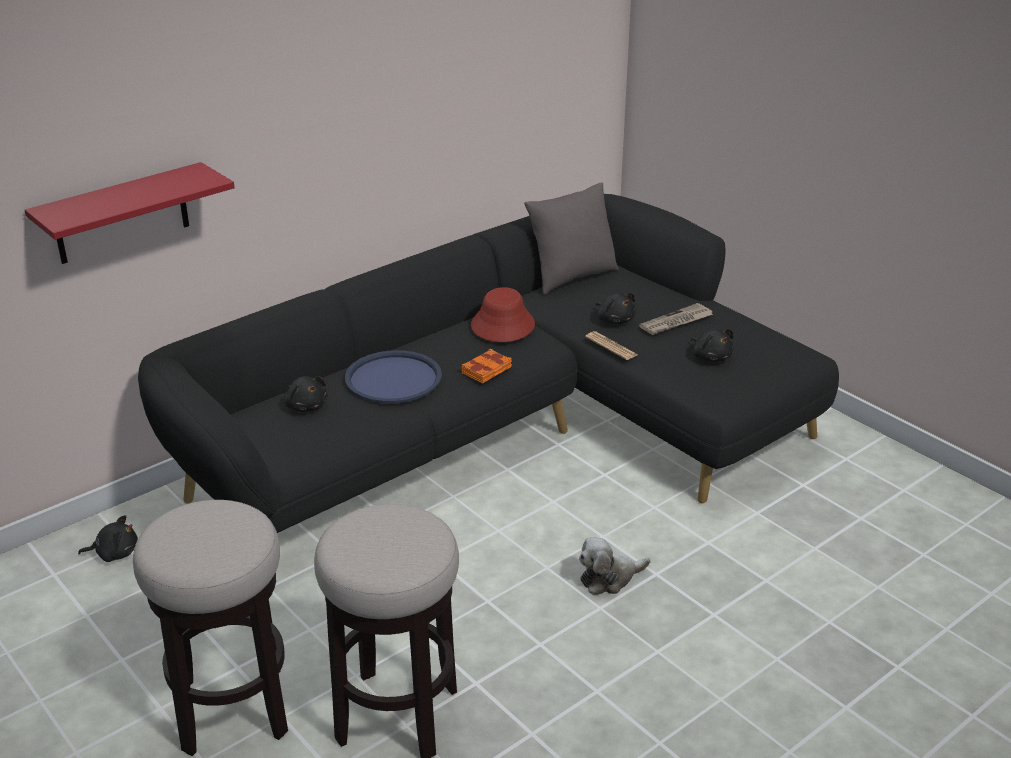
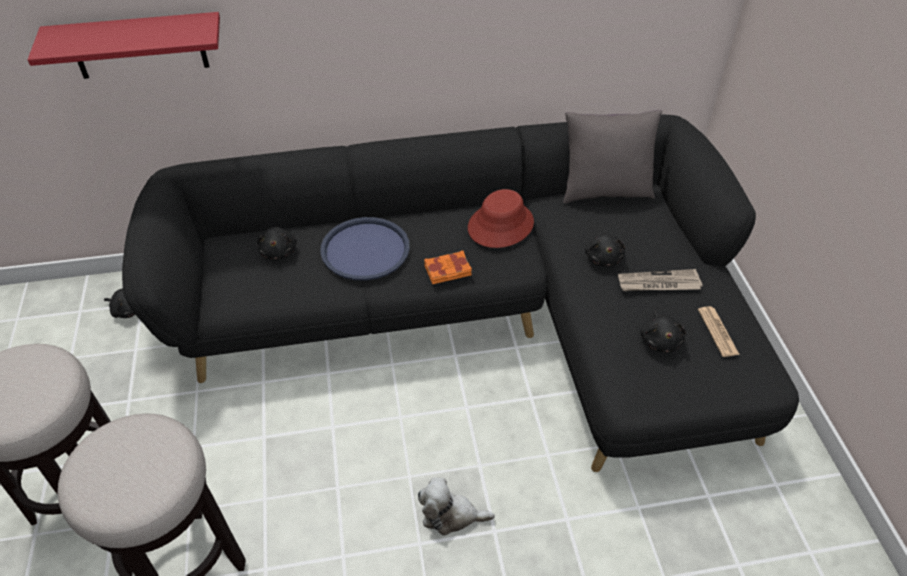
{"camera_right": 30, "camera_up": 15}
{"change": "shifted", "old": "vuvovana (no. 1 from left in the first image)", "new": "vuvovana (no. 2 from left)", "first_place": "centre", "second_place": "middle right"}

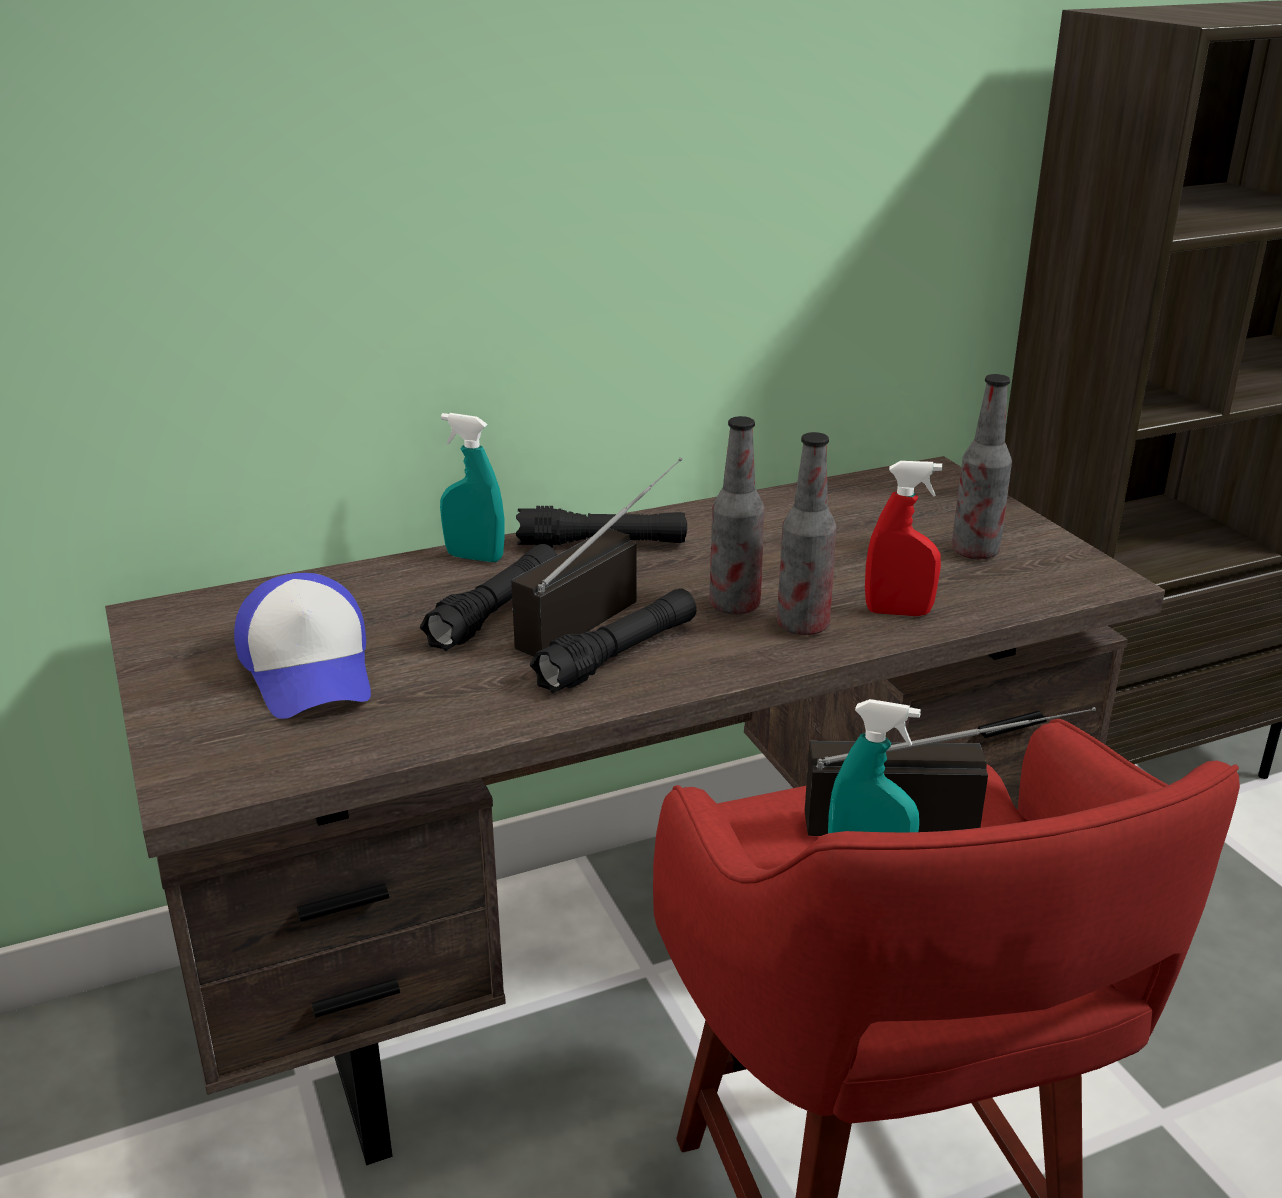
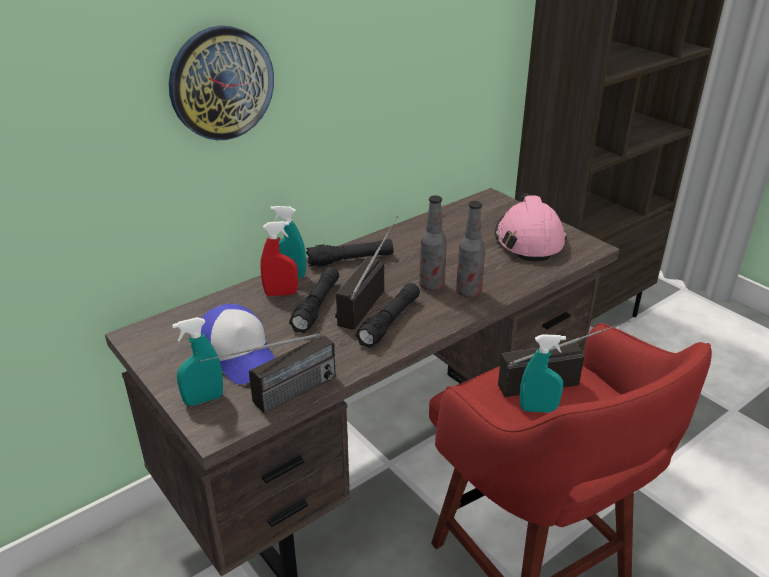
{"camera_right": -15, "camera_up": 5}
{"change": "new", "new": "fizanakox", "second_place": "top left"}
{"change": "new", "new": "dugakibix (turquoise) (no. 1 from left)", "second_place": "middle left"}
{"change": "new", "new": "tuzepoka (no. 1 from left)", "second_place": "centre"}
{"change": "shifted", "old": "dugakibix (red)", "first_place": "middle right", "second_place": "centre"}
{"change": "swapped", "old": "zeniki (no. 3 from left)", "new": "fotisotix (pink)", "first_place": "middle right", "second_place": "middle right"}

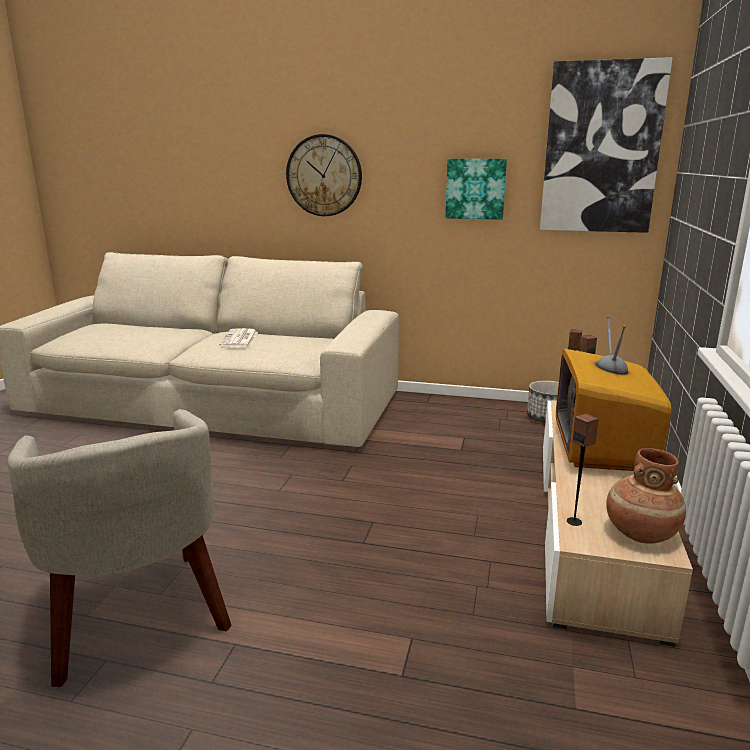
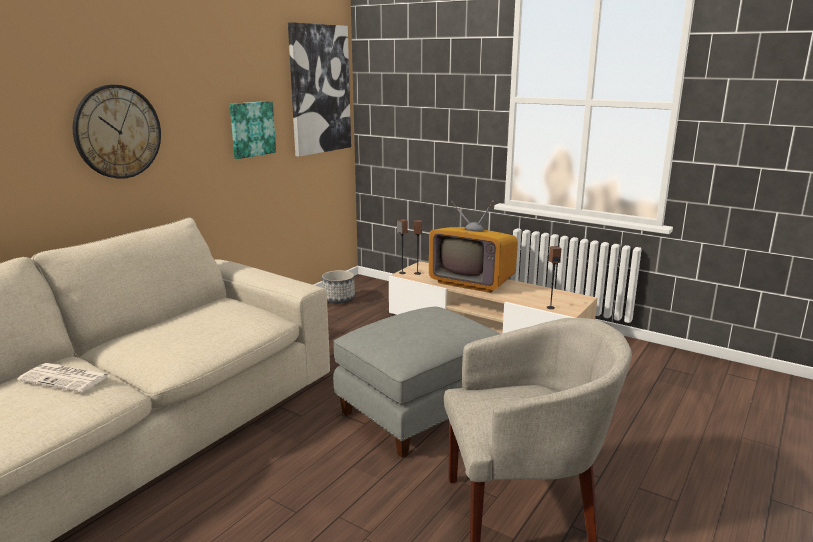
{"camera_right": -70, "camera_up": 0}
{"change": "shifted", "old": "vuvovana", "first_place": "middle left", "second_place": "bottom left"}
{"change": "new", "new": "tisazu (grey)", "second_place": "bottom centre"}
{"change": "gone", "old": "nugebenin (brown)", "first_place": "middle right"}

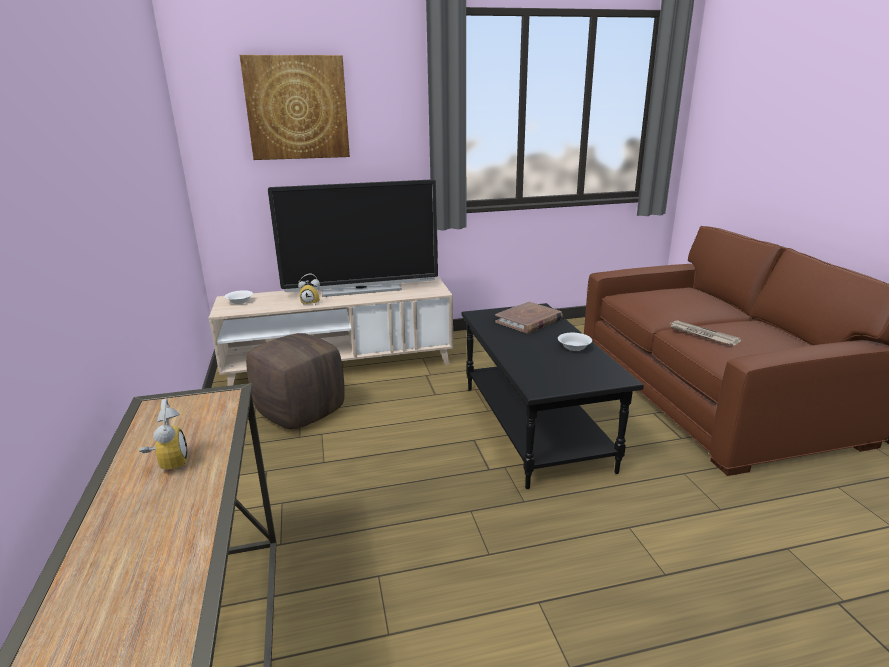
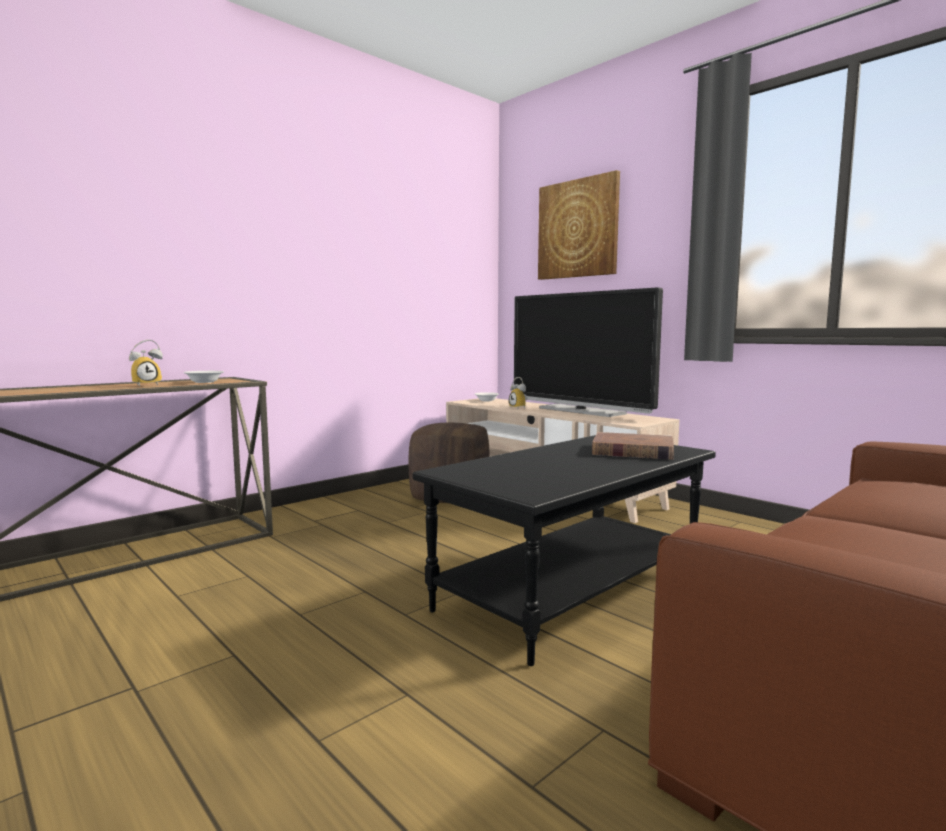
{"camera_right": 60, "camera_up": -15}
{"change": "shifted", "old": "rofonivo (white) (no. 2 from left in the first image)", "new": "rofonivo (white) (no. 1 from left)", "first_place": "centre", "second_place": "middle left"}
{"change": "gone", "old": "vuvovana", "first_place": "middle right"}

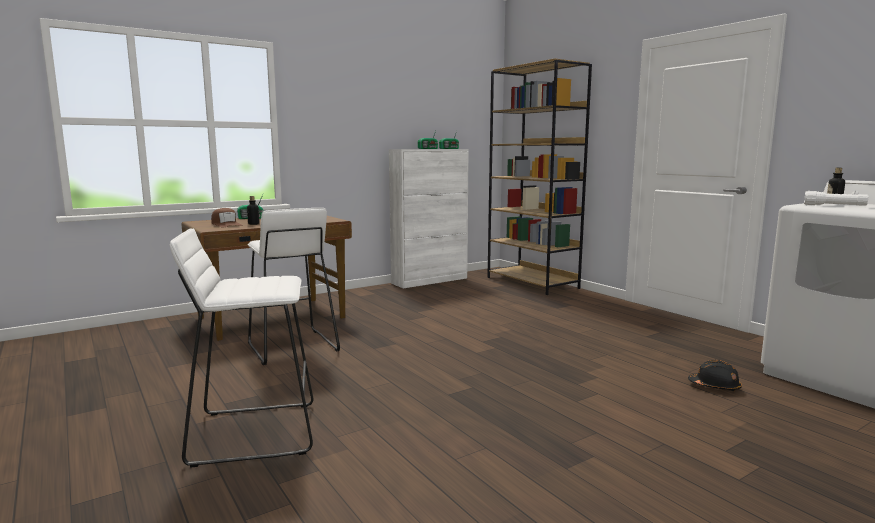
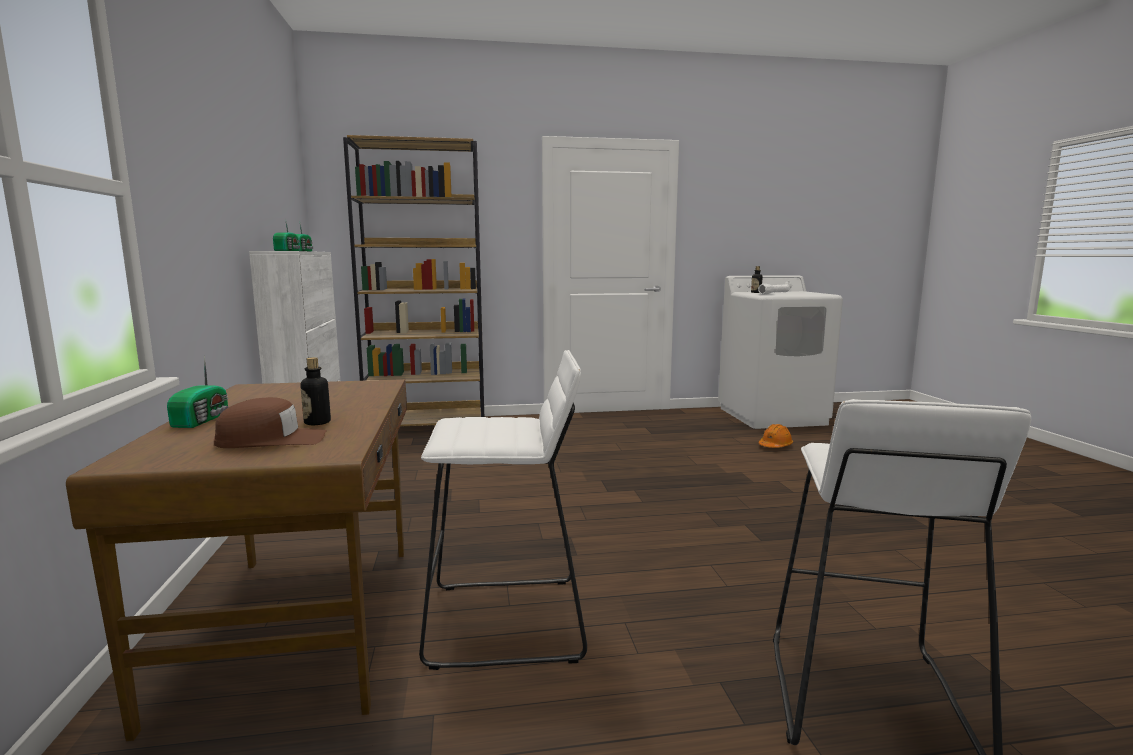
{"camera_right": -65, "camera_up": 0}
{"change": "repainted", "old": "fotisotix (black)", "new": "fotisotix (orange)", "first_place": "bottom right", "second_place": "middle right"}

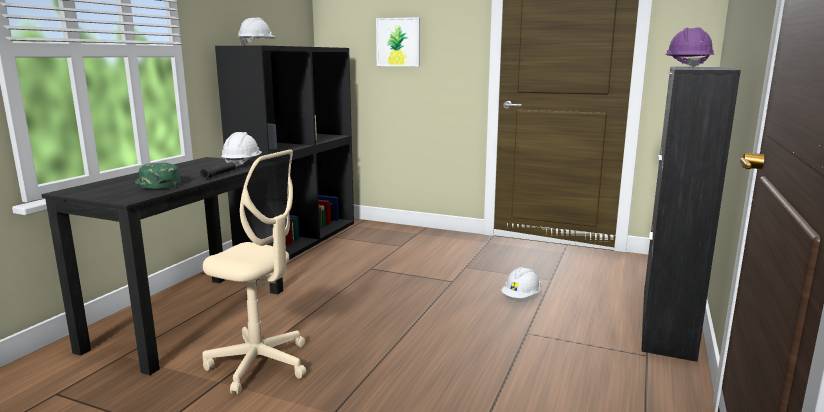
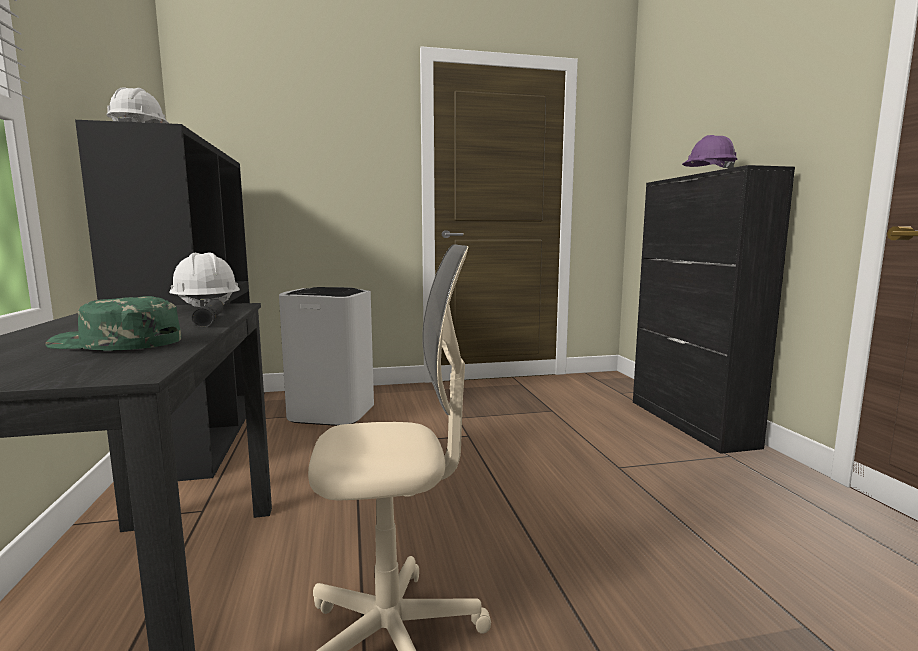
{"camera_right": -35, "camera_up": -5}
{"change": "new", "new": "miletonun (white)", "second_place": "centre"}
{"change": "gone", "old": "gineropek", "first_place": "top centre"}
{"change": "gone", "old": "fotisotix (white) (no. 3 from left)", "first_place": "bottom centre"}

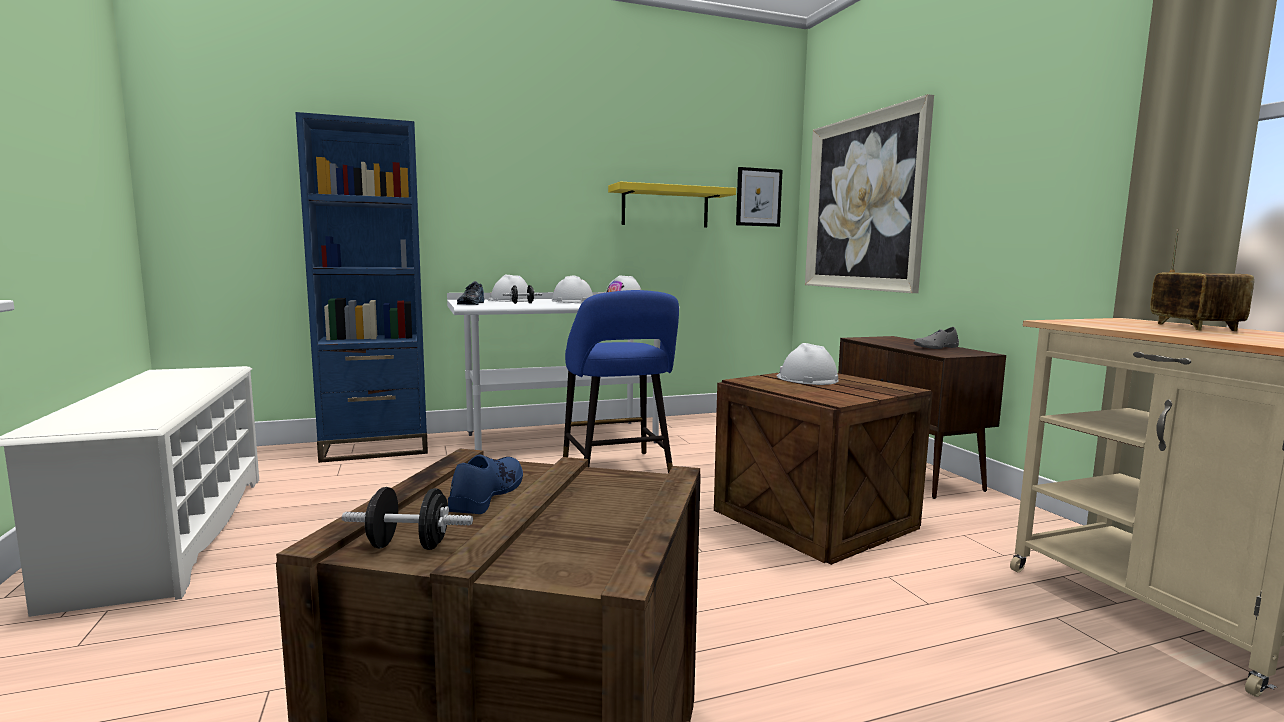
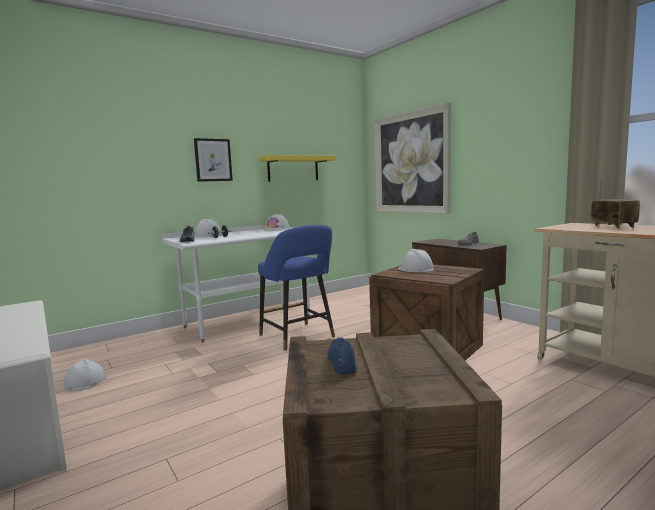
{"camera_right": -15, "camera_up": 0}
{"change": "shifted", "old": "fotisotix (white) (no. 2 from left in the first image)", "new": "fotisotix (white) (no. 1 from left)", "first_place": "centre", "second_place": "bottom left"}
{"change": "shifted", "old": "gineropek (no. 1 from left)", "first_place": "top centre", "second_place": "top left"}
{"change": "gone", "old": "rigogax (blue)", "first_place": "middle left"}
{"change": "gone", "old": "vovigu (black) (no. 1 from left)", "first_place": "bottom left"}

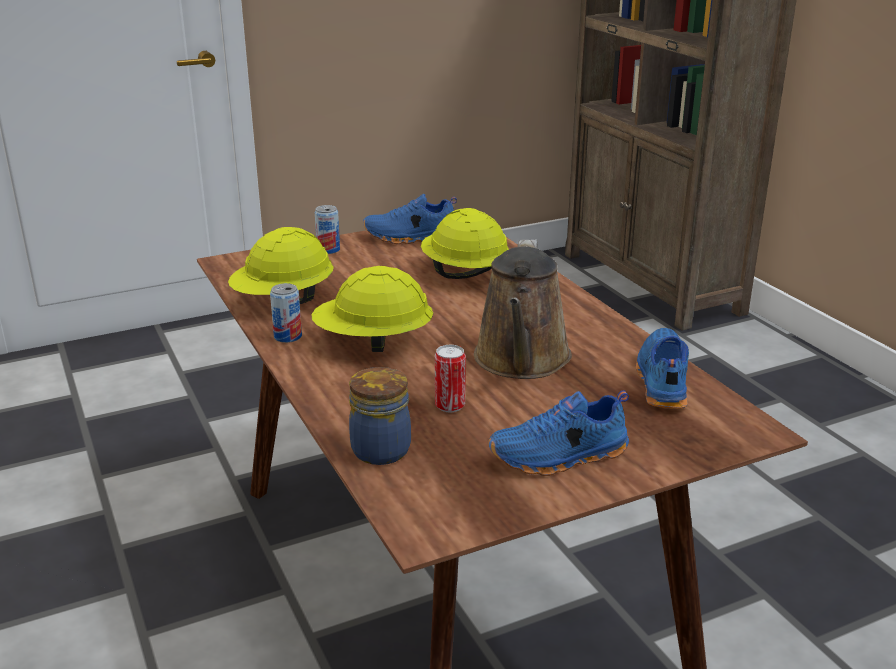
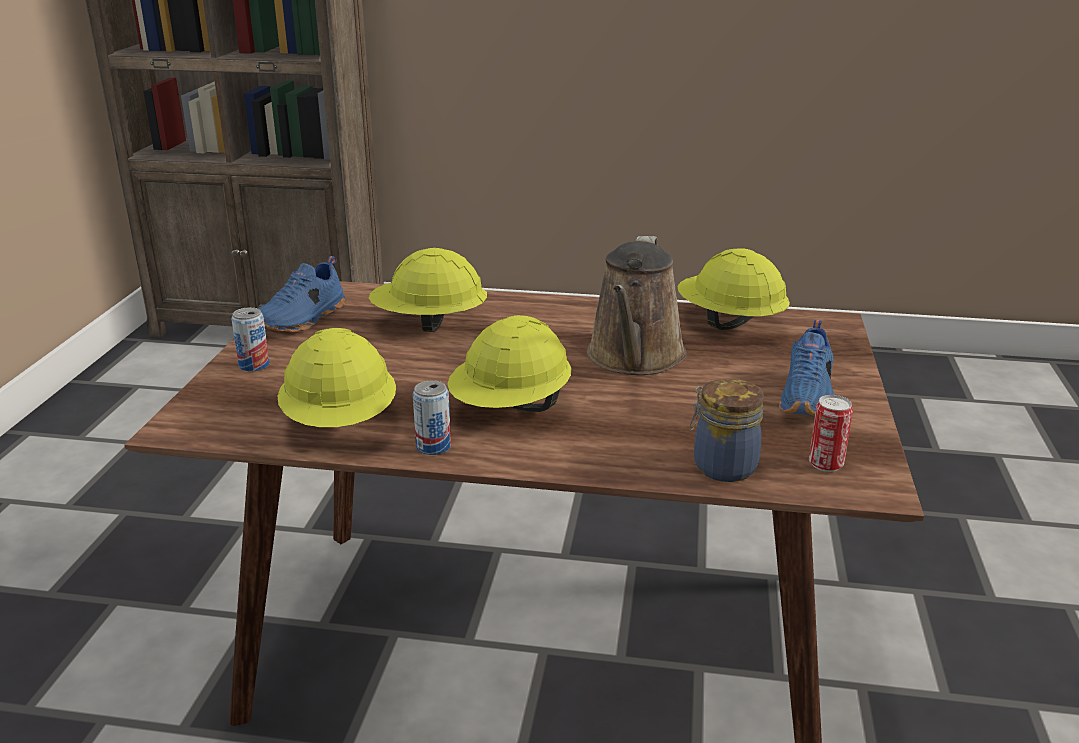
{"camera_right": -55, "camera_up": 0}
{"change": "rotated", "old": "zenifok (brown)", "first_place": "centre", "second_place": "centre", "degrees": 60}
{"change": "swapped", "old": "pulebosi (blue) (no. 3 from left)", "new": "fotisotix (yellow) (no. 4 from left)", "first_place": "middle right", "second_place": "middle right"}
{"change": "shifted", "old": "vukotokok (no. 3 from left)", "first_place": "centre", "second_place": "middle right"}

